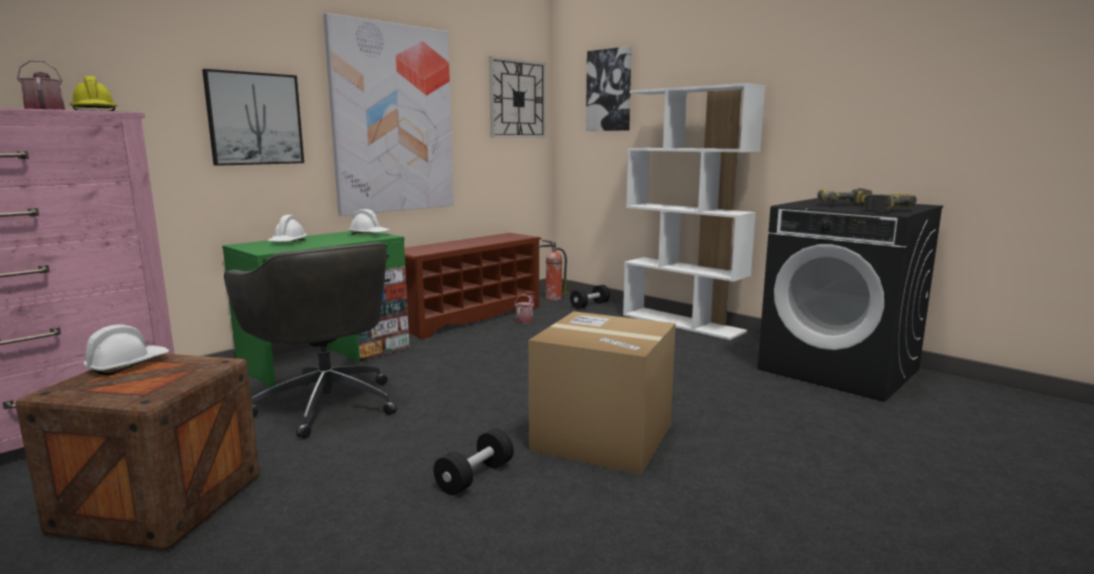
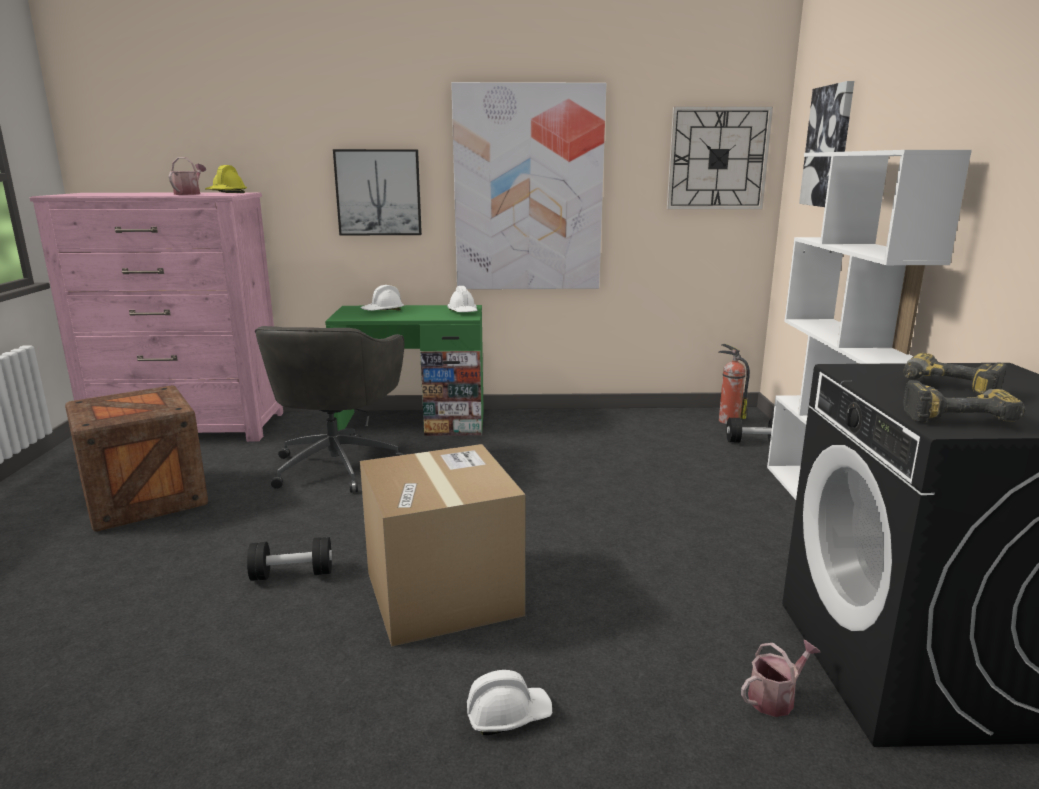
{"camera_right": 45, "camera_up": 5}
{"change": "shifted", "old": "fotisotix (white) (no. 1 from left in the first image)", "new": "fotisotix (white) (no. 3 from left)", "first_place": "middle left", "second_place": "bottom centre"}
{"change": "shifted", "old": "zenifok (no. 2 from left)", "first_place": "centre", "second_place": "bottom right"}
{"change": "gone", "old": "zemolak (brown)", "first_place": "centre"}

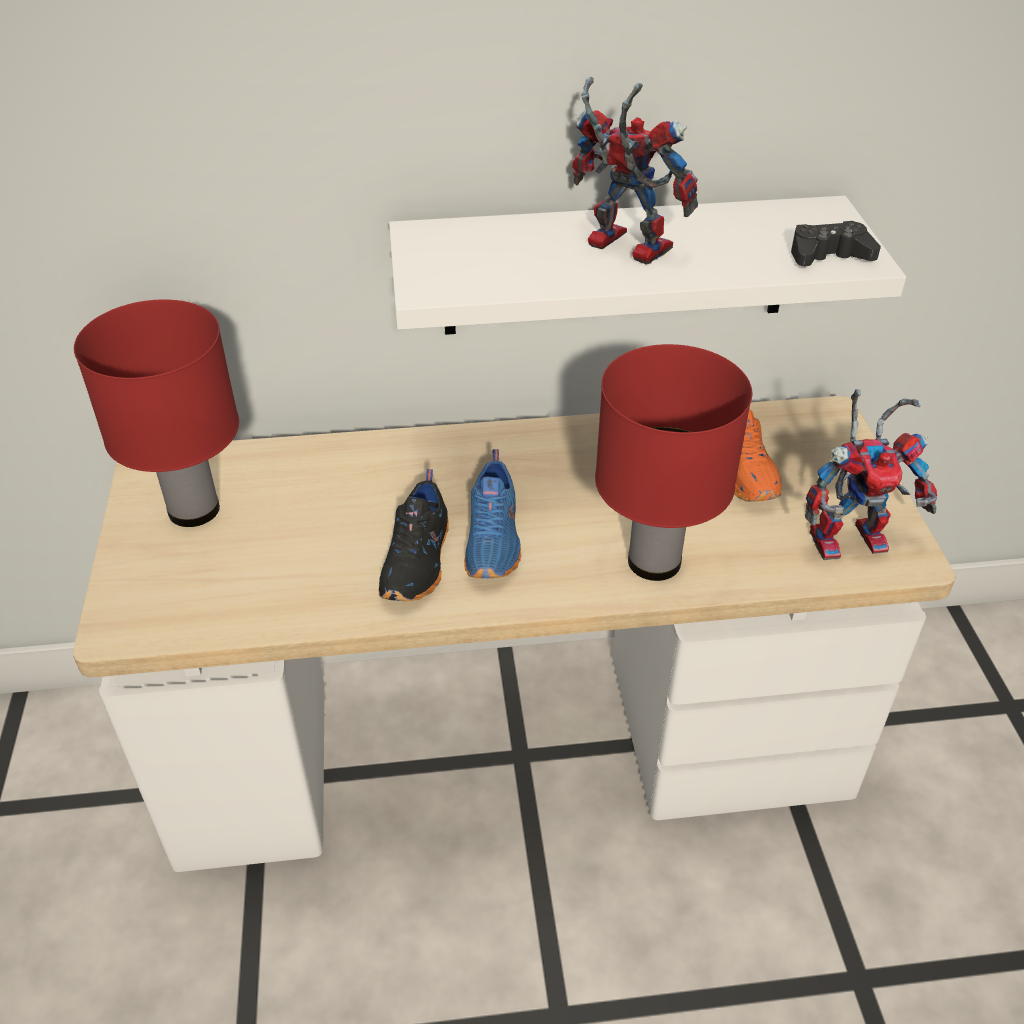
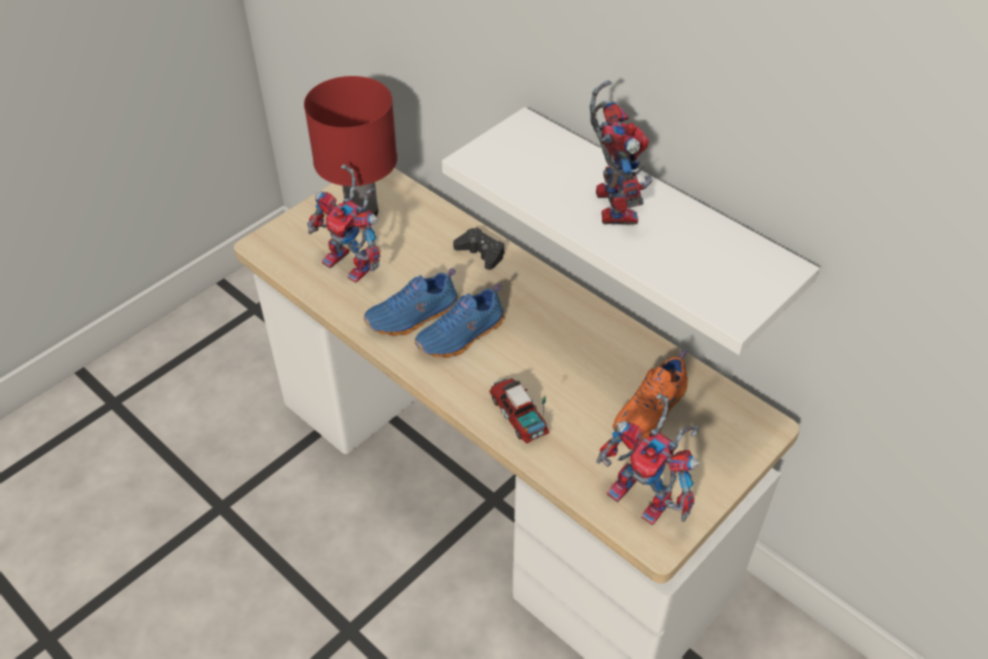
{"camera_right": 50, "camera_up": 5}
{"change": "new", "new": "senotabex (no. 1 from left)", "second_place": "centre"}
{"change": "repainted", "old": "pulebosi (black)", "new": "pulebosi (blue) (no. 1 from left)", "first_place": "centre", "second_place": "centre"}
{"change": "shifted", "old": "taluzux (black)", "first_place": "top right", "second_place": "centre"}
{"change": "swapped", "old": "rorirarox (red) (no. 2 from left)", "new": "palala", "first_place": "centre", "second_place": "centre"}

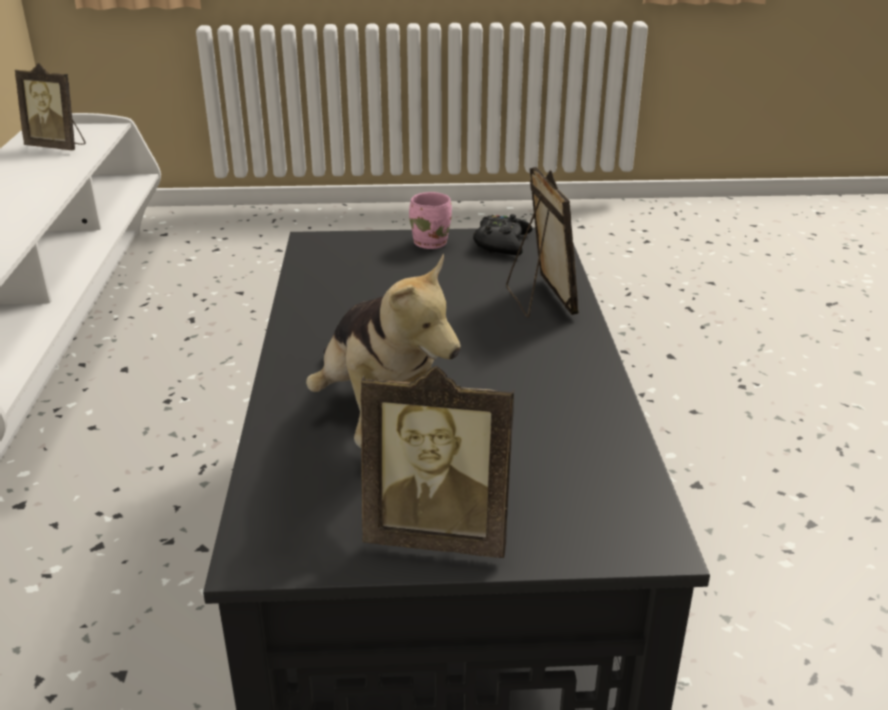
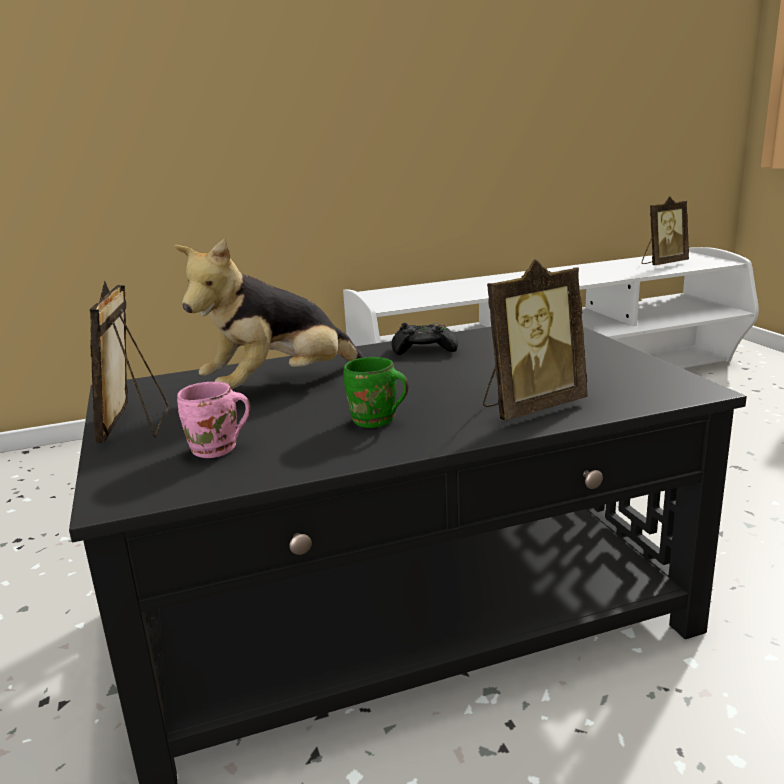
{"camera_right": 75, "camera_up": -10}
{"change": "shifted", "old": "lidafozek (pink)", "first_place": "top centre", "second_place": "middle left"}
{"change": "new", "new": "lidafozek (green)", "second_place": "centre"}
{"change": "shifted", "old": "taluzux (black)", "first_place": "top centre", "second_place": "centre"}
{"change": "rotated", "old": "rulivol (no. 1 from left in the first image)", "first_place": "top left", "second_place": "top right", "degrees": -120}

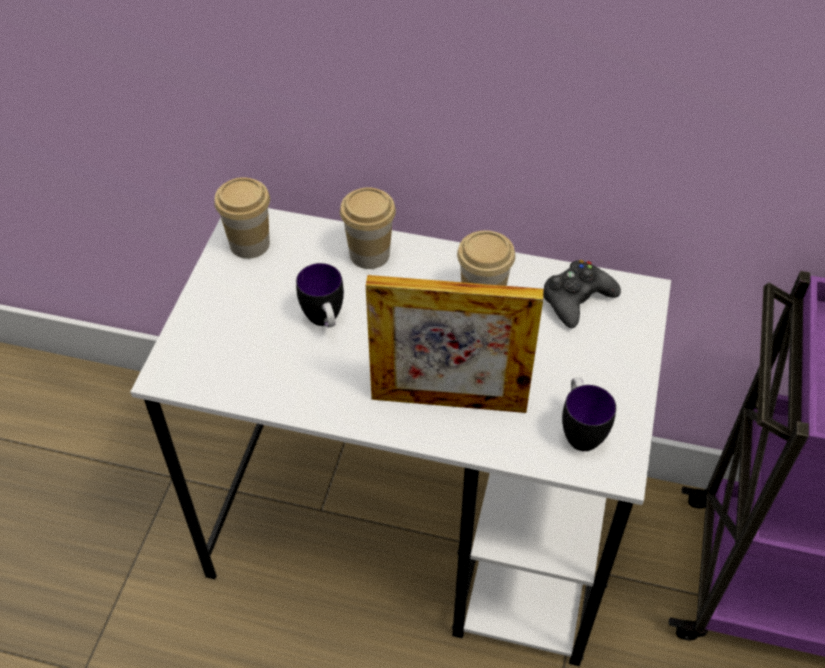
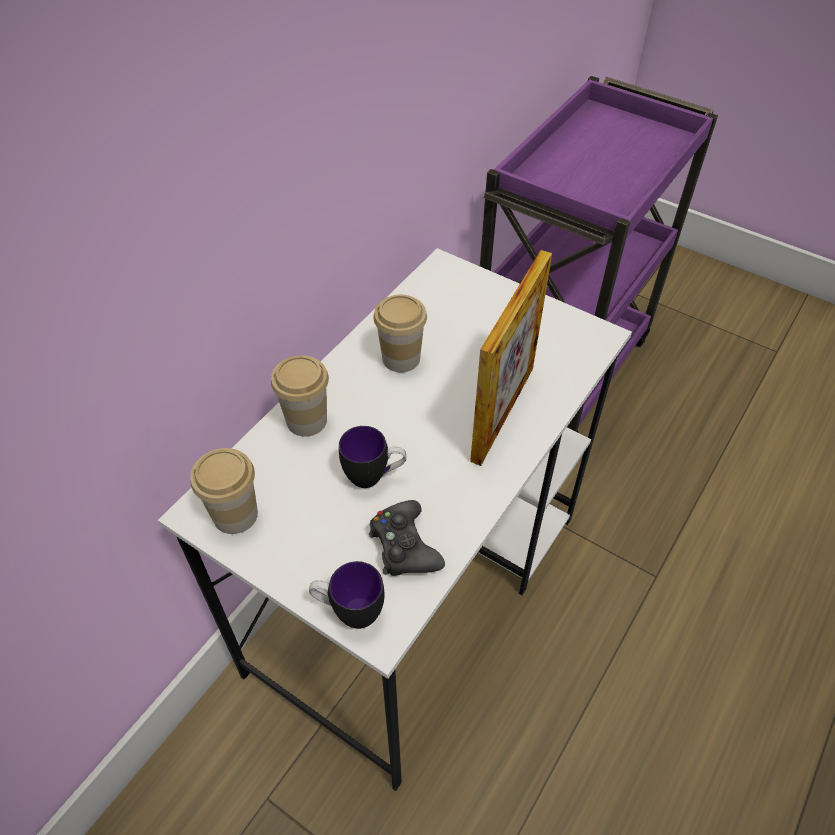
{"camera_right": -70, "camera_up": 0}
{"change": "shifted", "old": "lidafozek (no. 2 from left in the first image)", "new": "lidafozek (no. 1 from left)", "first_place": "middle right", "second_place": "bottom centre"}
{"change": "shifted", "old": "taluzux (black)", "first_place": "middle right", "second_place": "centre"}

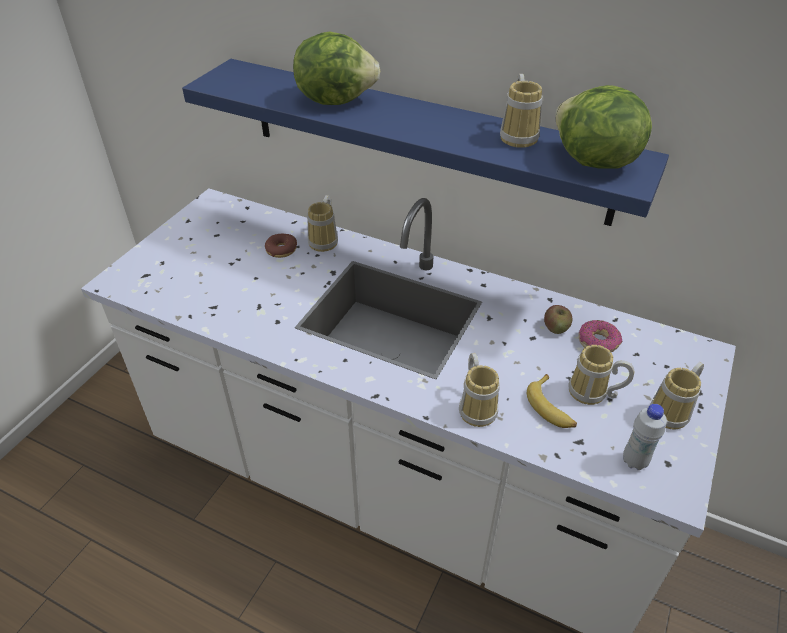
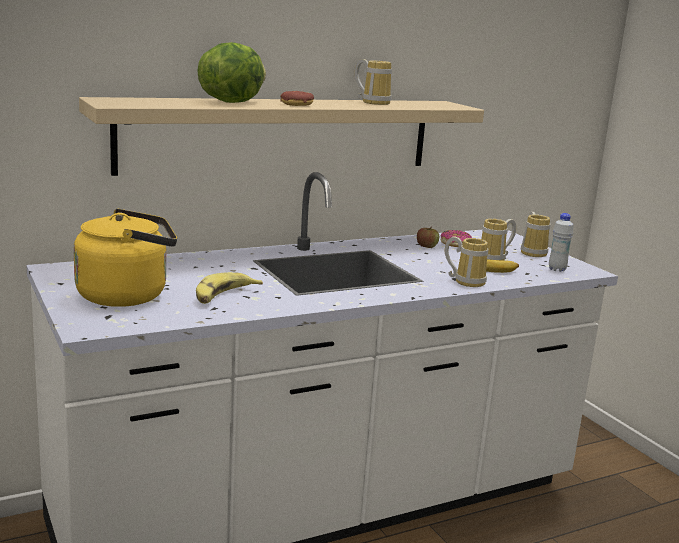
{"camera_right": -55, "camera_up": -25}
{"change": "new", "new": "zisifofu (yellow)", "second_place": "middle left"}
{"change": "repainted", "old": "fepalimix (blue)", "new": "fepalimix (beige)", "first_place": "top centre", "second_place": "top centre"}
{"change": "new", "new": "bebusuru (no. 1 from left)", "second_place": "centre"}
{"change": "shifted", "old": "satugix (no. 1 from left)", "first_place": "centre", "second_place": "top centre"}
{"change": "gone", "old": "lidafozek (no. 1 from left)", "first_place": "centre"}
{"change": "gone", "old": "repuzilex (no. 2 from left)", "first_place": "top right"}

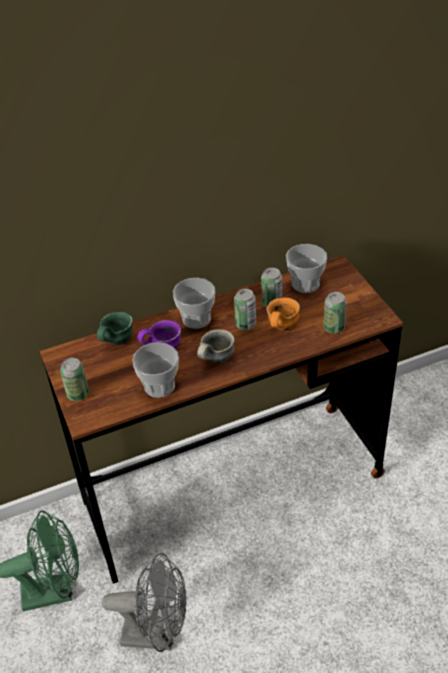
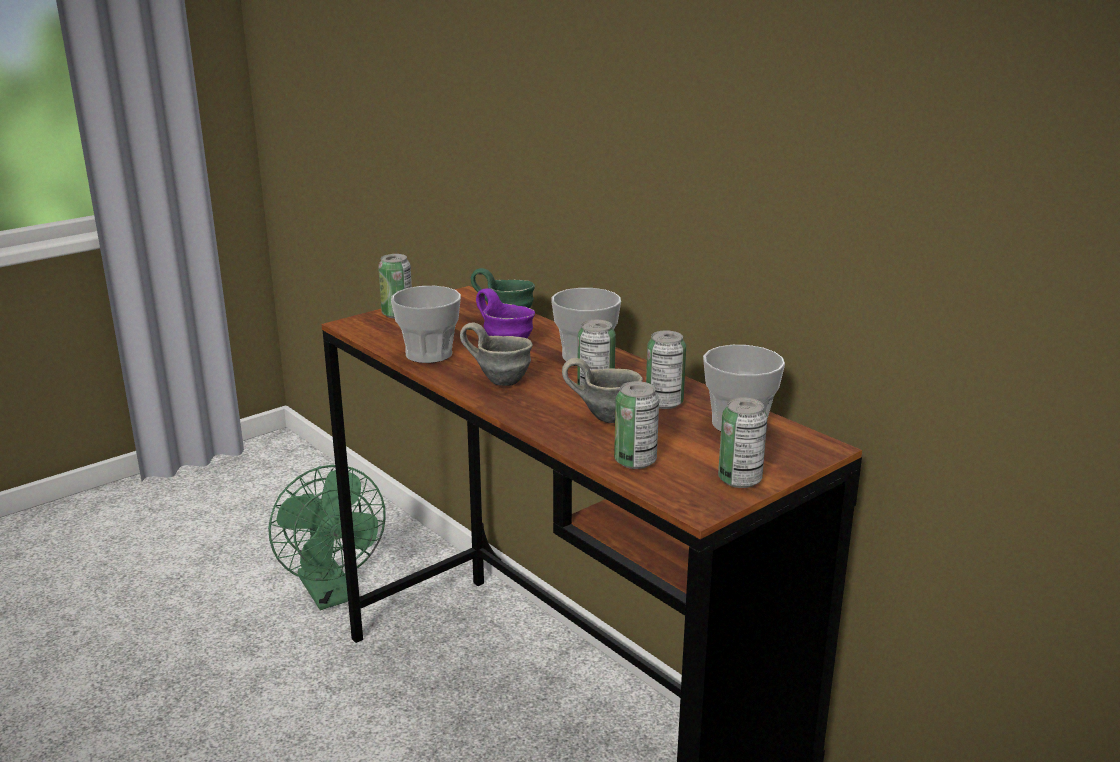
{"camera_right": 70, "camera_up": -20}
{"change": "repainted", "old": "lidafozek (orange)", "new": "lidafozek (grey) (no. 2 from left)", "first_place": "centre", "second_place": "centre"}
{"change": "new", "new": "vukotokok (no. 5 from left)", "second_place": "centre"}
{"change": "gone", "old": "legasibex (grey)", "first_place": "bottom left"}

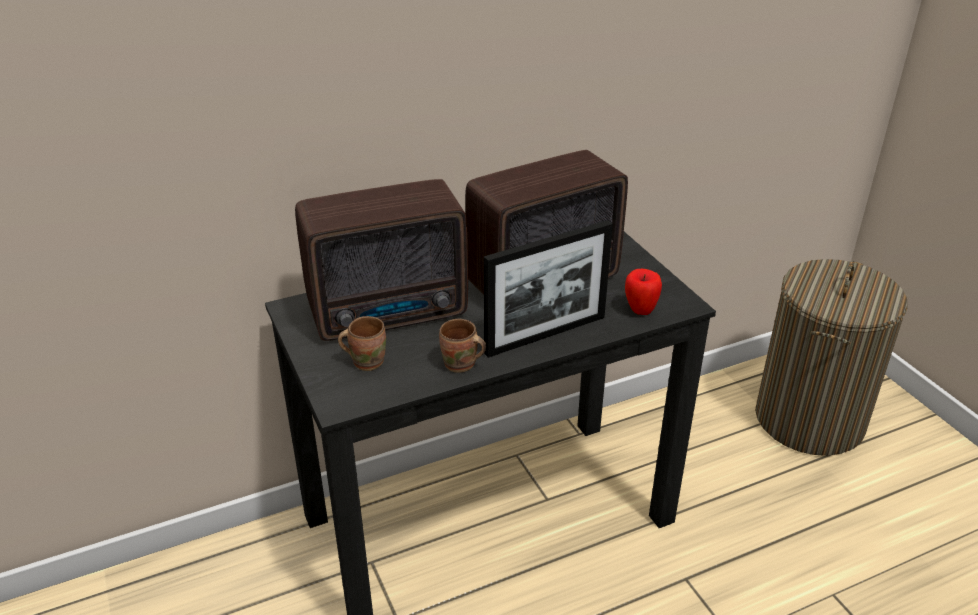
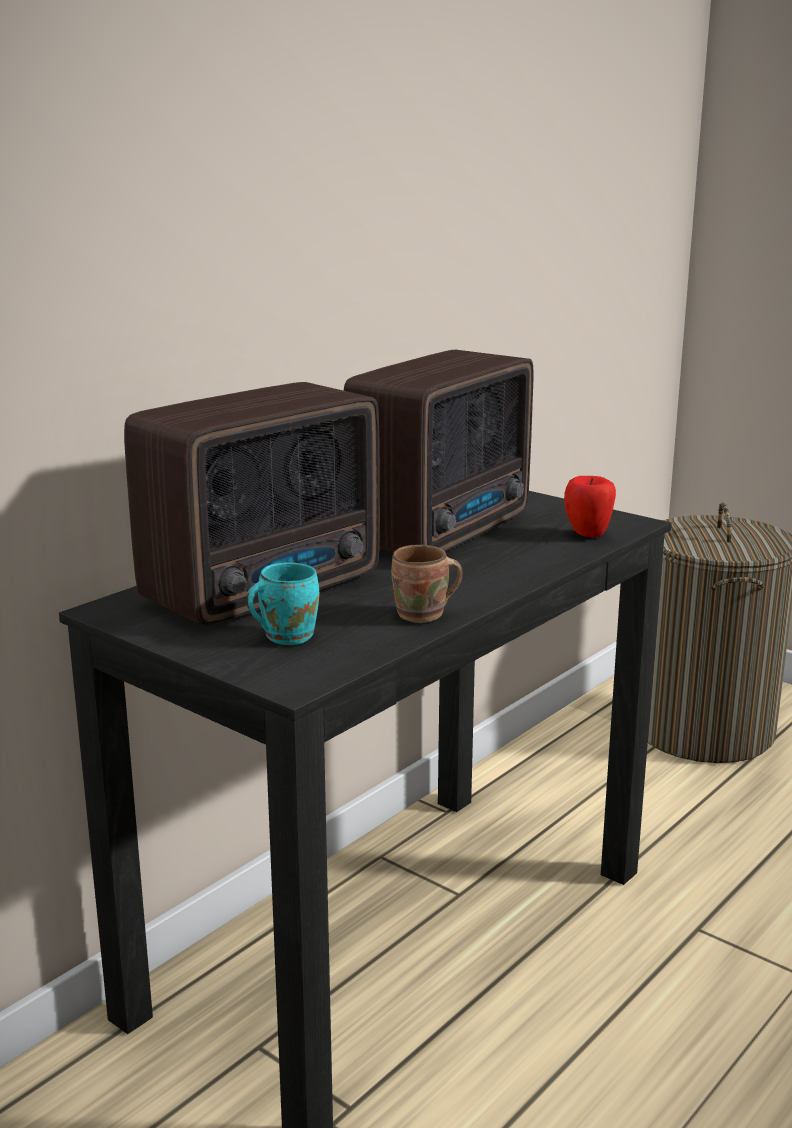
{"camera_right": -25, "camera_up": -15}
{"change": "repainted", "old": "lidafozek (brown) (no. 1 from left)", "new": "lidafozek (turquoise)", "first_place": "centre", "second_place": "centre"}
{"change": "gone", "old": "rulivol", "first_place": "centre"}

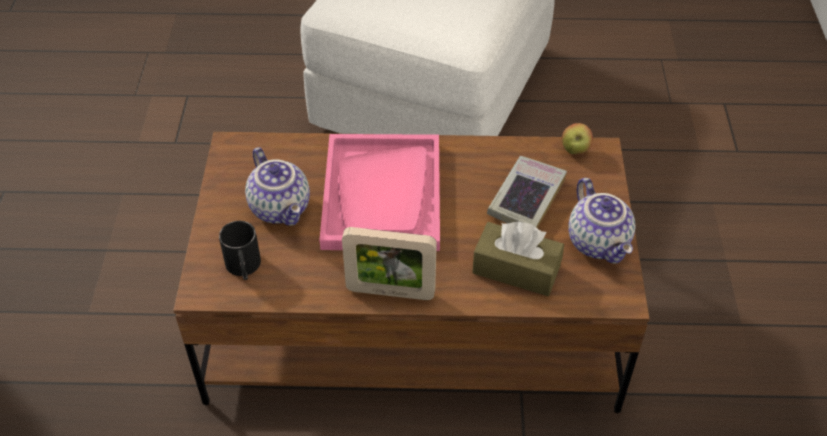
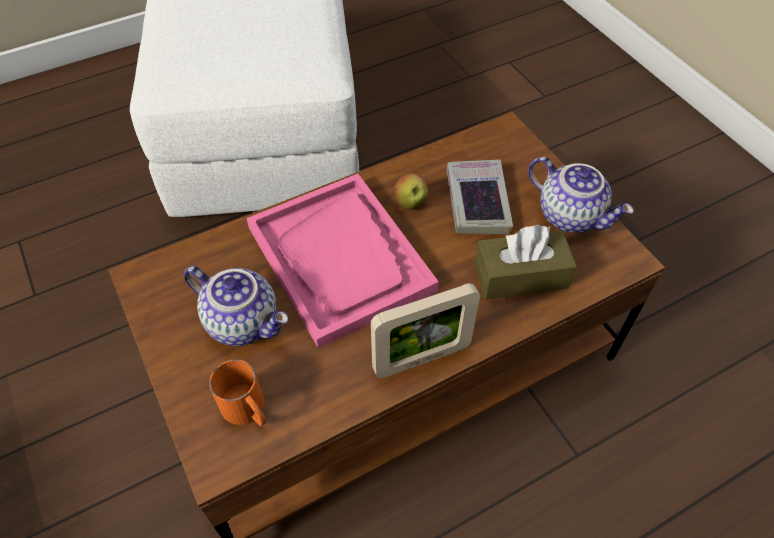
{"camera_right": -30, "camera_up": 5}
{"change": "repainted", "old": "lidafozek (black)", "new": "lidafozek (orange)", "first_place": "middle left", "second_place": "bottom left"}
{"change": "shifted", "old": "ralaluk", "first_place": "top right", "second_place": "centre"}

